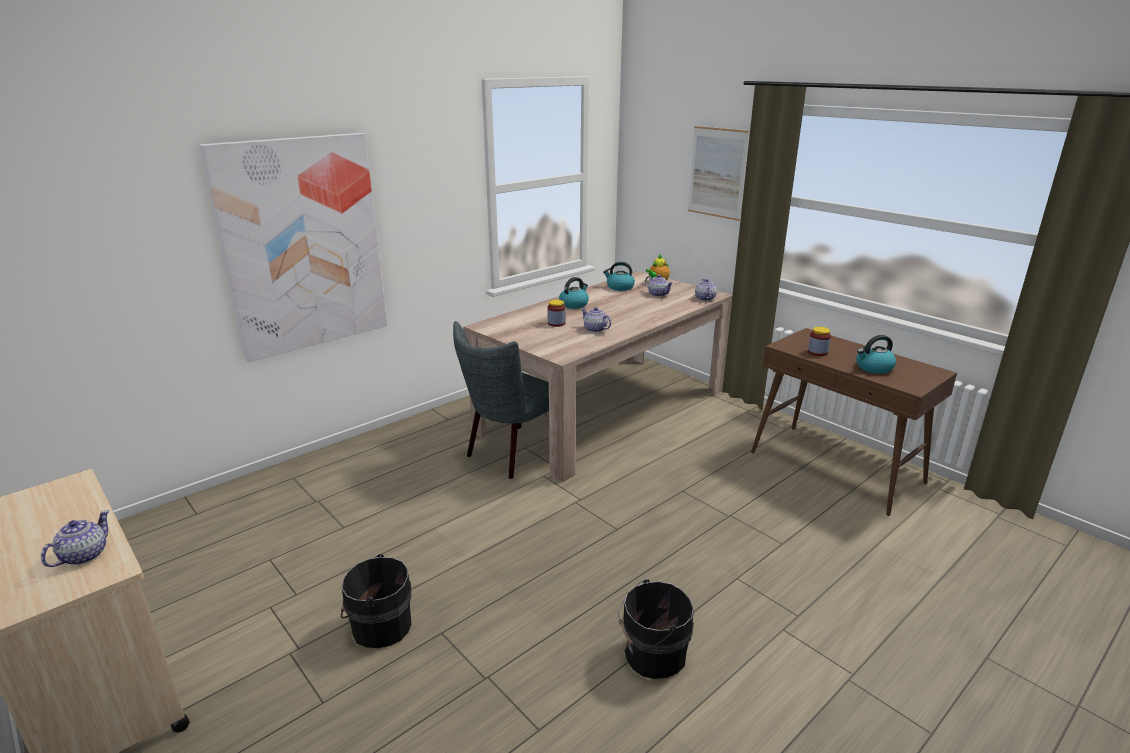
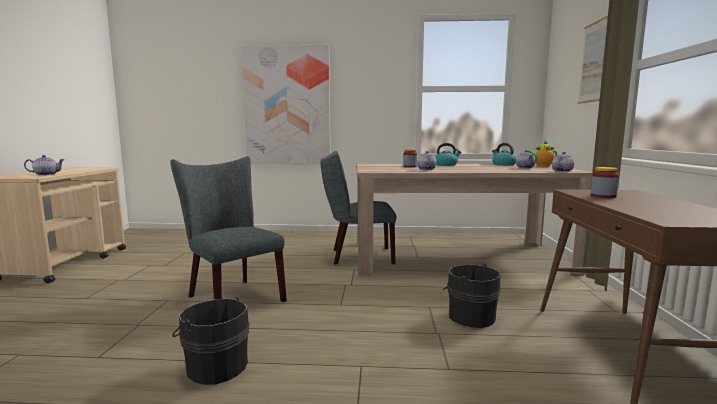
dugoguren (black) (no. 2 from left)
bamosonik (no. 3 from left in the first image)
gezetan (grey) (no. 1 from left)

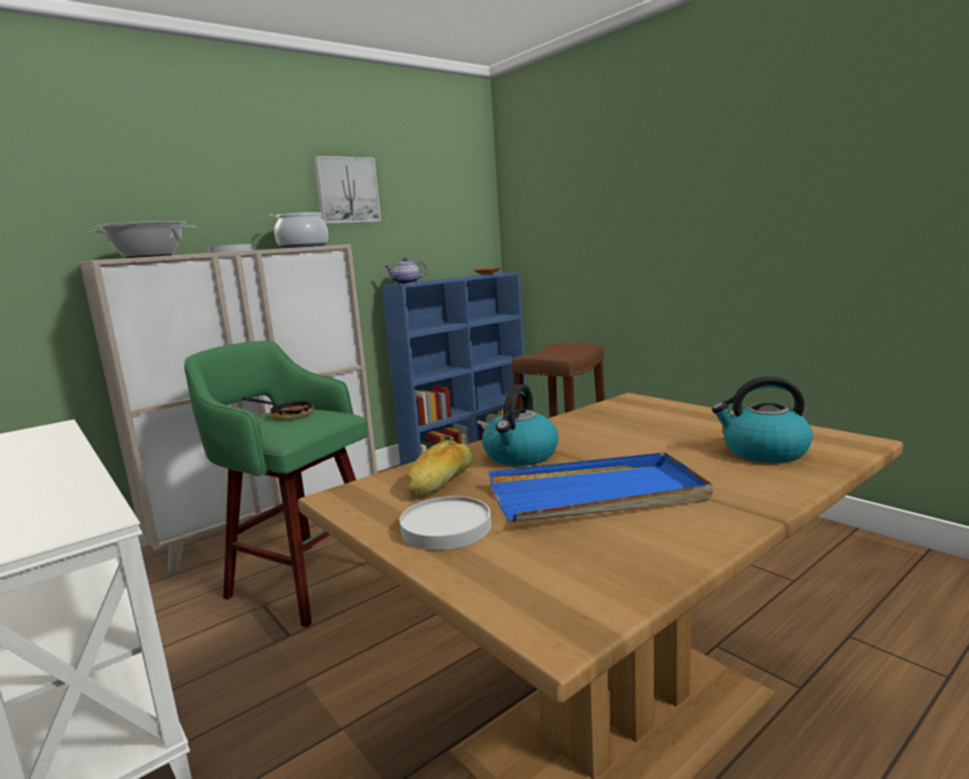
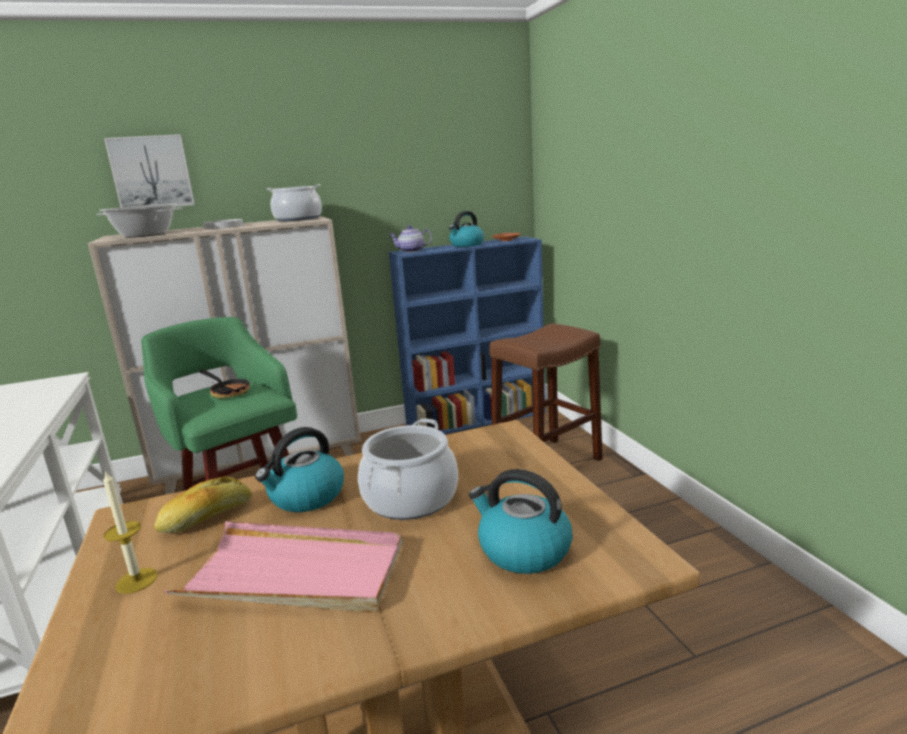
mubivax
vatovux
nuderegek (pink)
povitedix (no. 3 from left)
bamosonik (no. 2 from left)

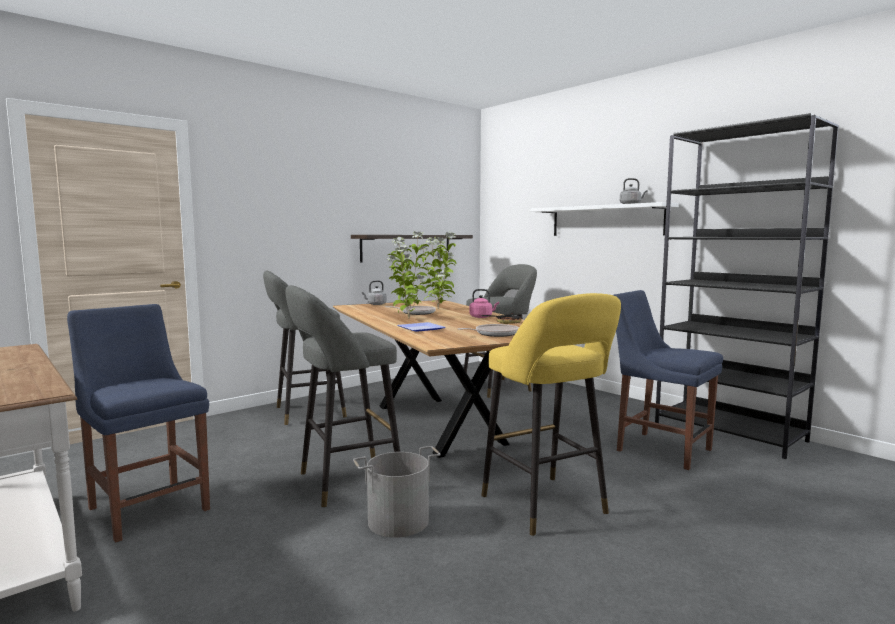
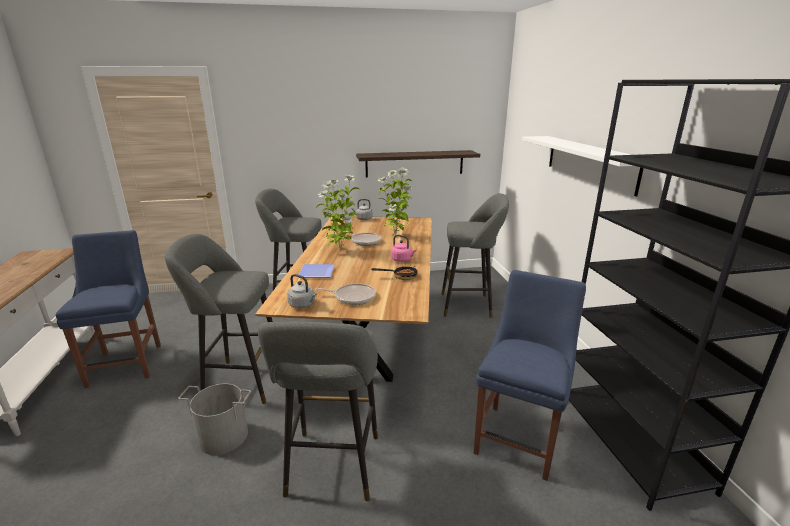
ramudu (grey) (no. 3 from left)
gezetan (blue) (no. 2 from left)
bamosonik (grey) (no. 1 from left)

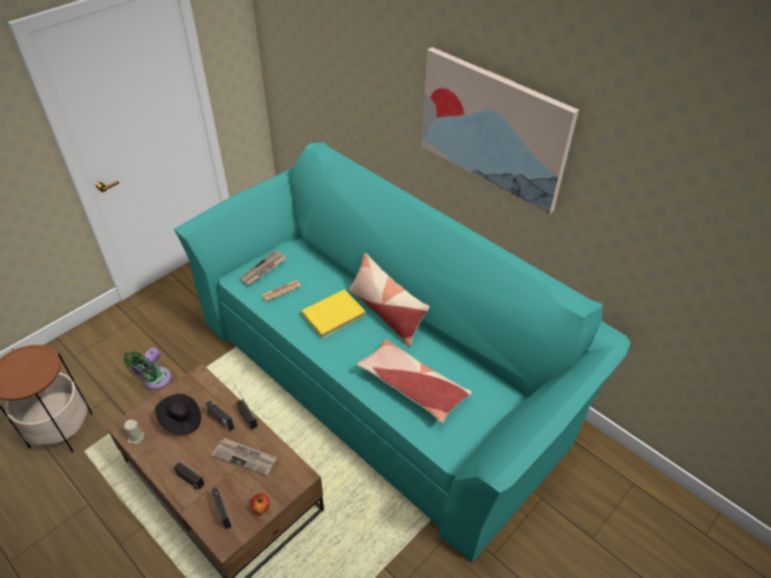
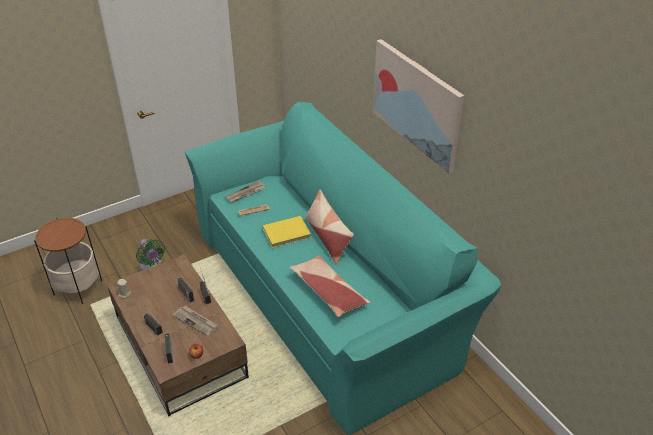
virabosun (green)
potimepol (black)

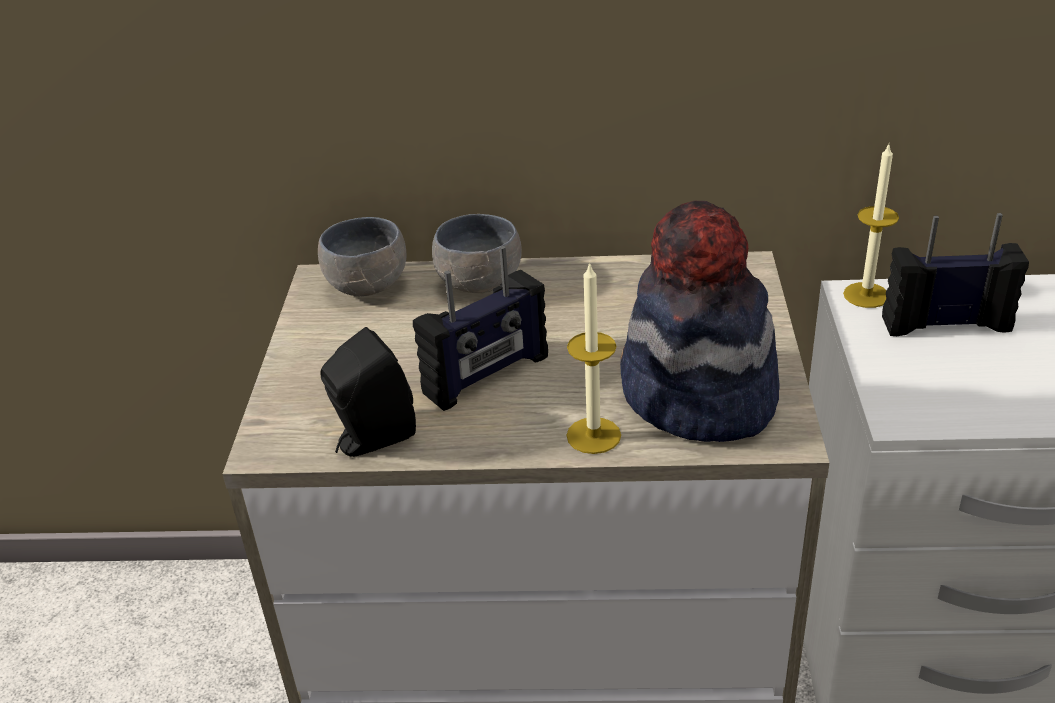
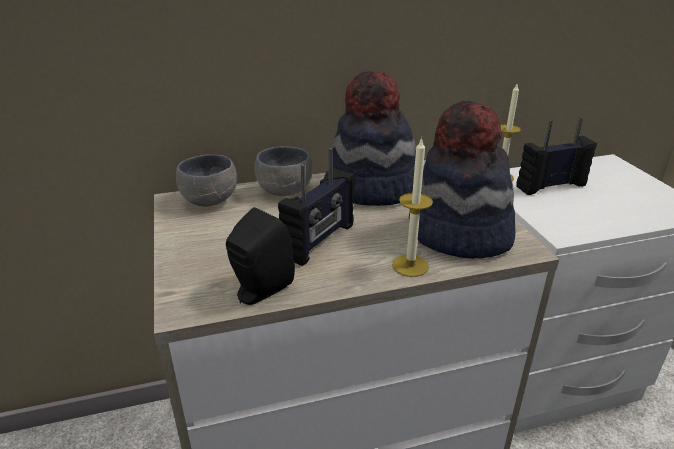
potimepol (no. 1 from left)

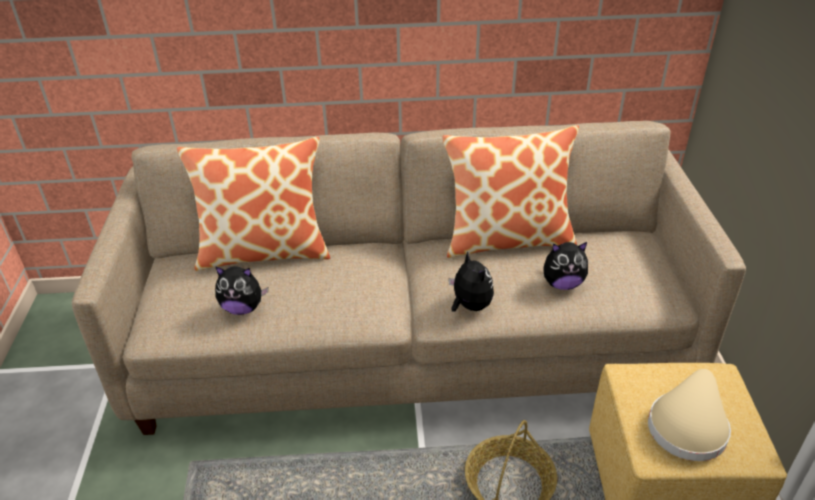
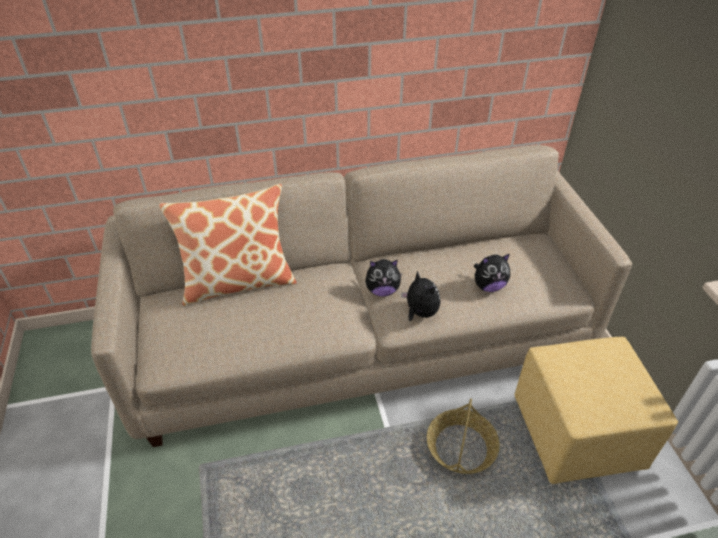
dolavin (no. 1 from left)
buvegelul (no. 2 from left in the first image)
potimepol (beige)

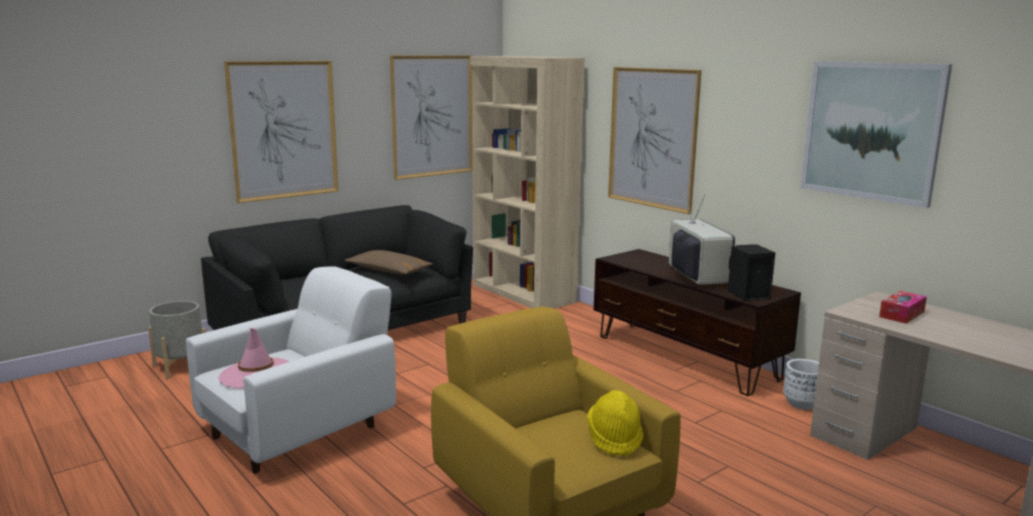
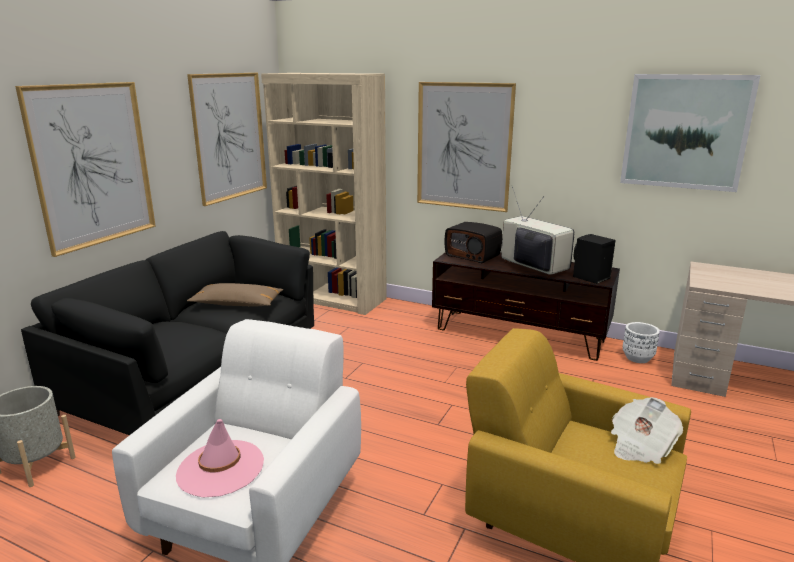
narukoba
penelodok
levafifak

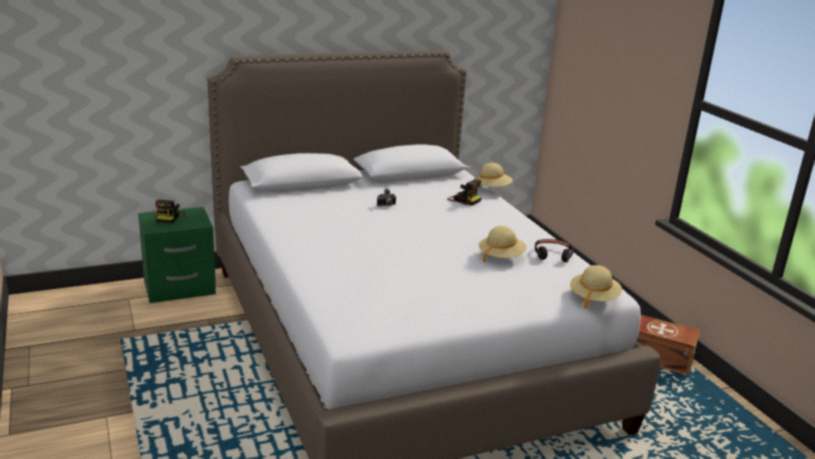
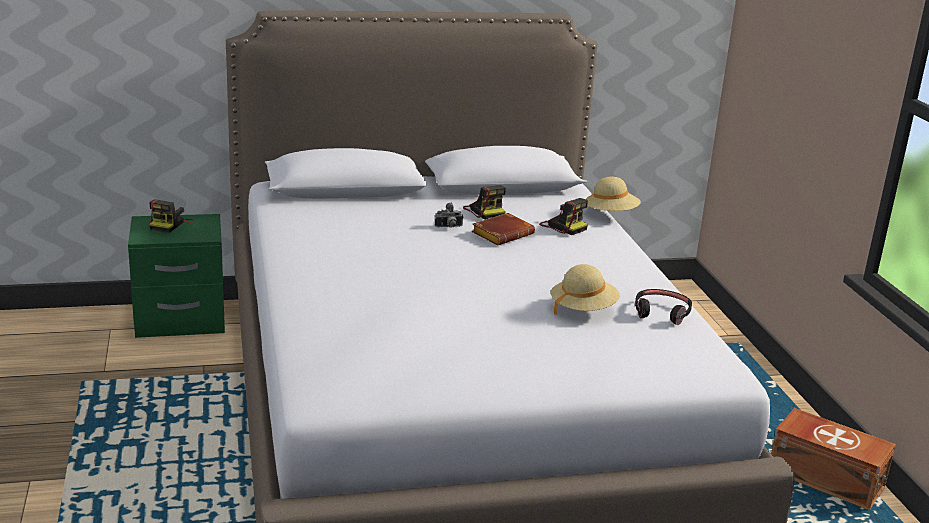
potimepol (beige) (no. 3 from left in the first image)
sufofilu (no. 3 from left)
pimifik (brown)

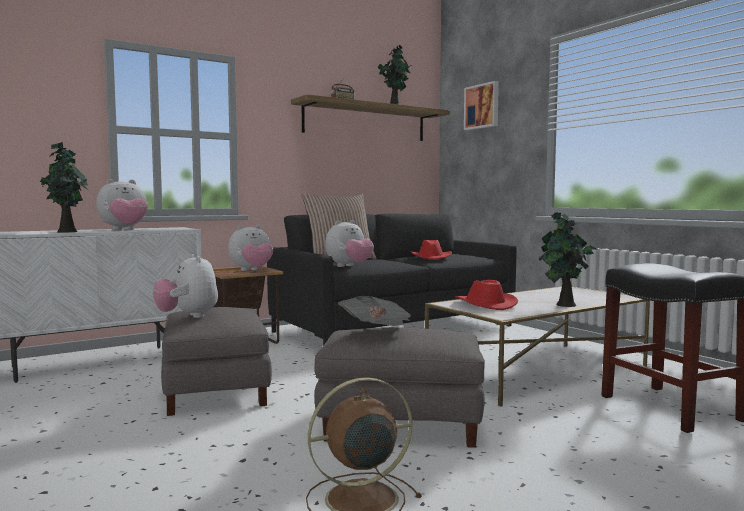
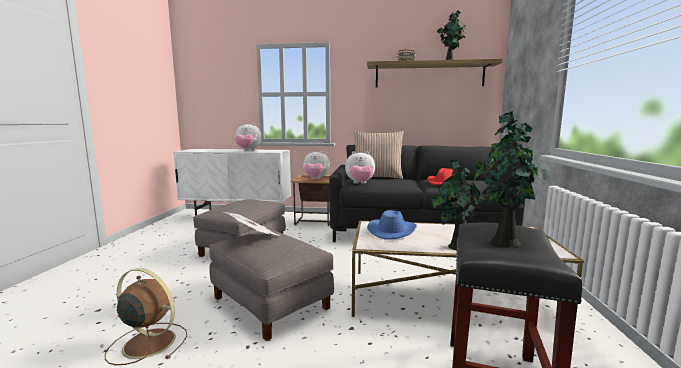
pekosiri (no. 3 from left)
dolavin (no. 2 from left in the first image)
potimepol (blue)
mubivax

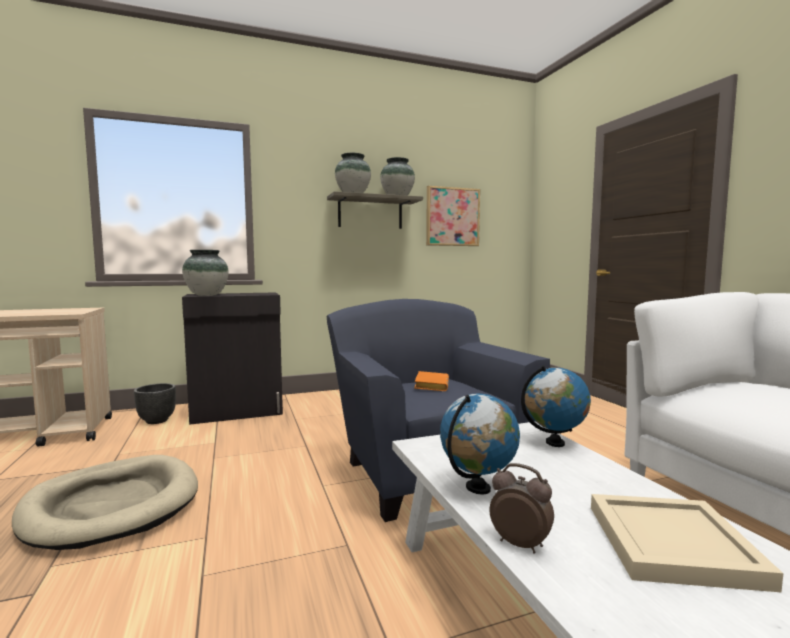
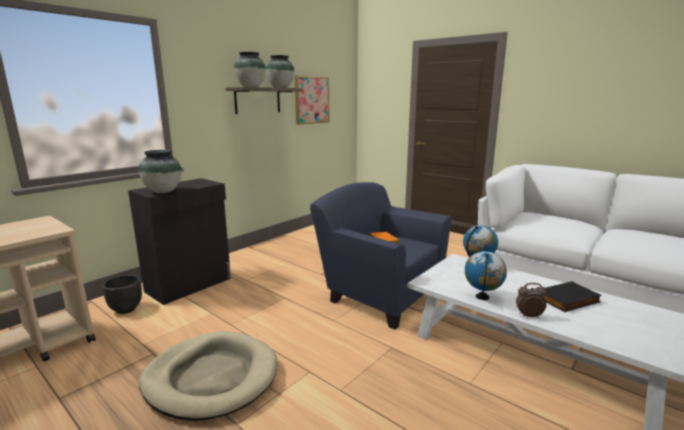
pimifik (black)

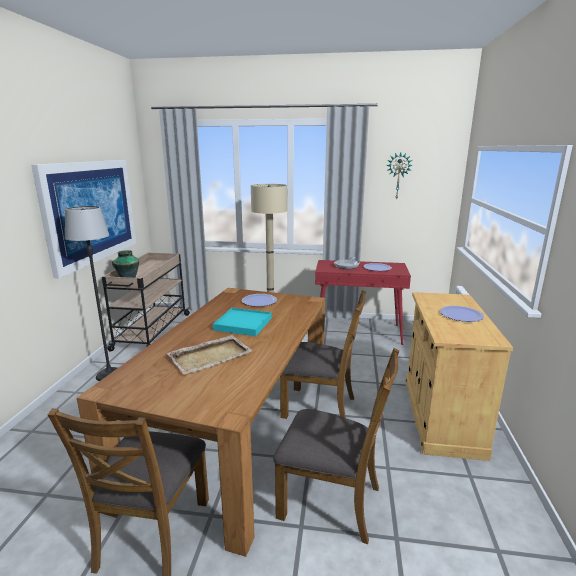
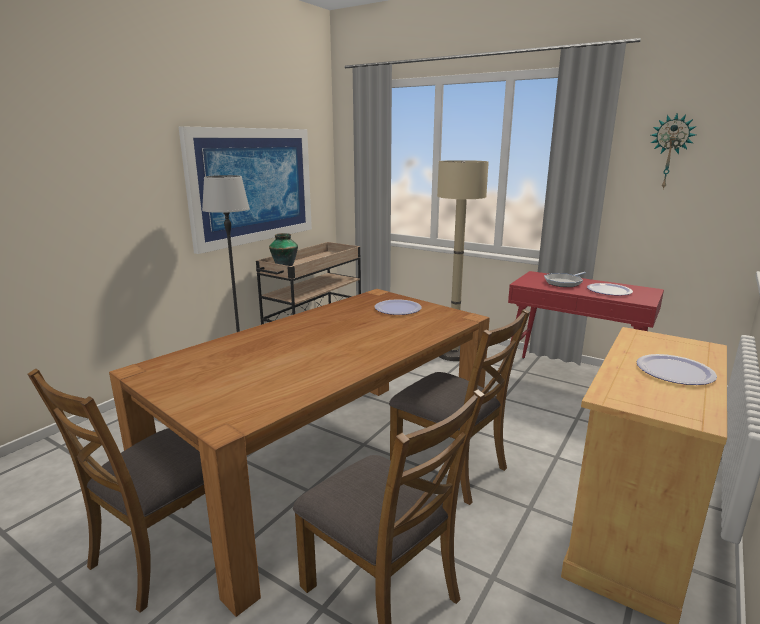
nuderegek (beige)
nuderegek (turquoise)

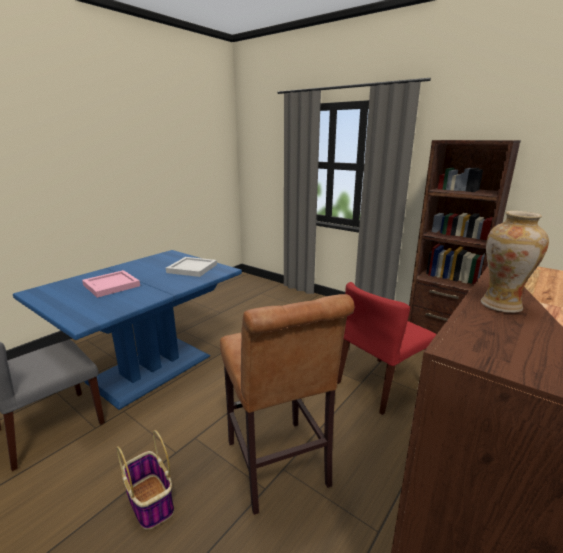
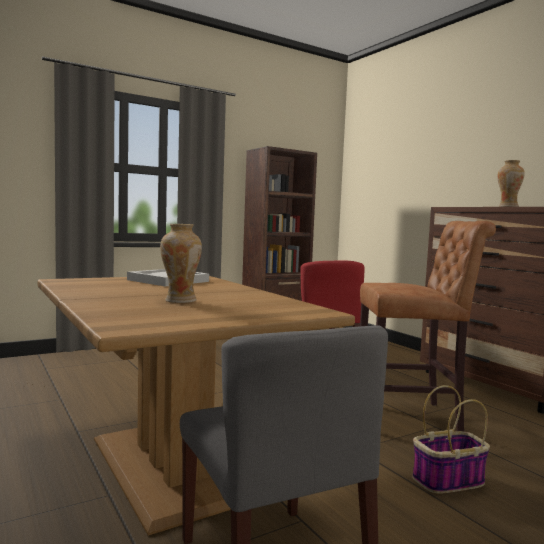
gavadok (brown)
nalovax (no. 1 from left)

